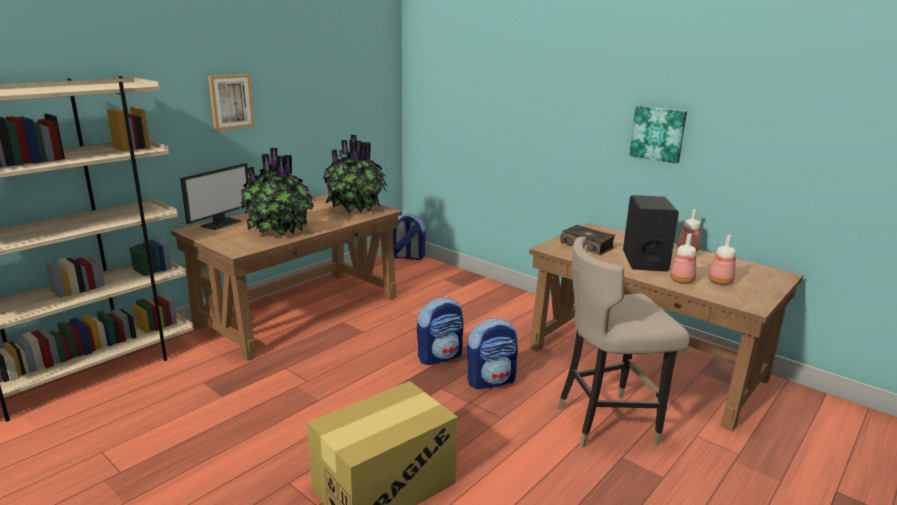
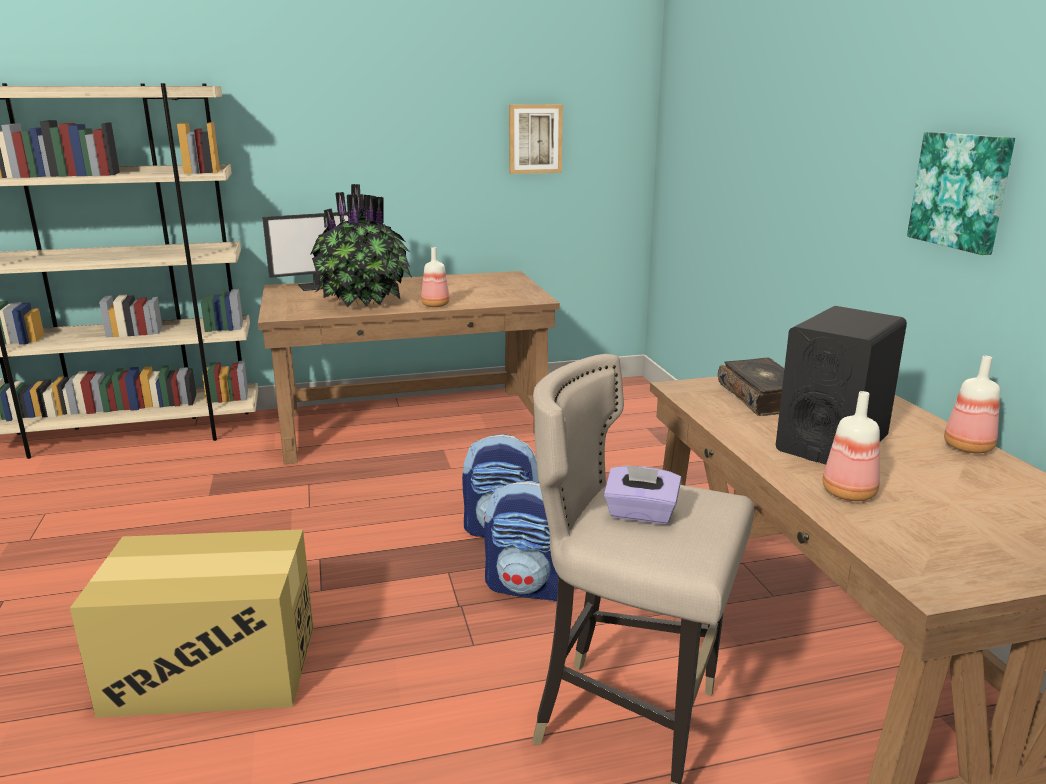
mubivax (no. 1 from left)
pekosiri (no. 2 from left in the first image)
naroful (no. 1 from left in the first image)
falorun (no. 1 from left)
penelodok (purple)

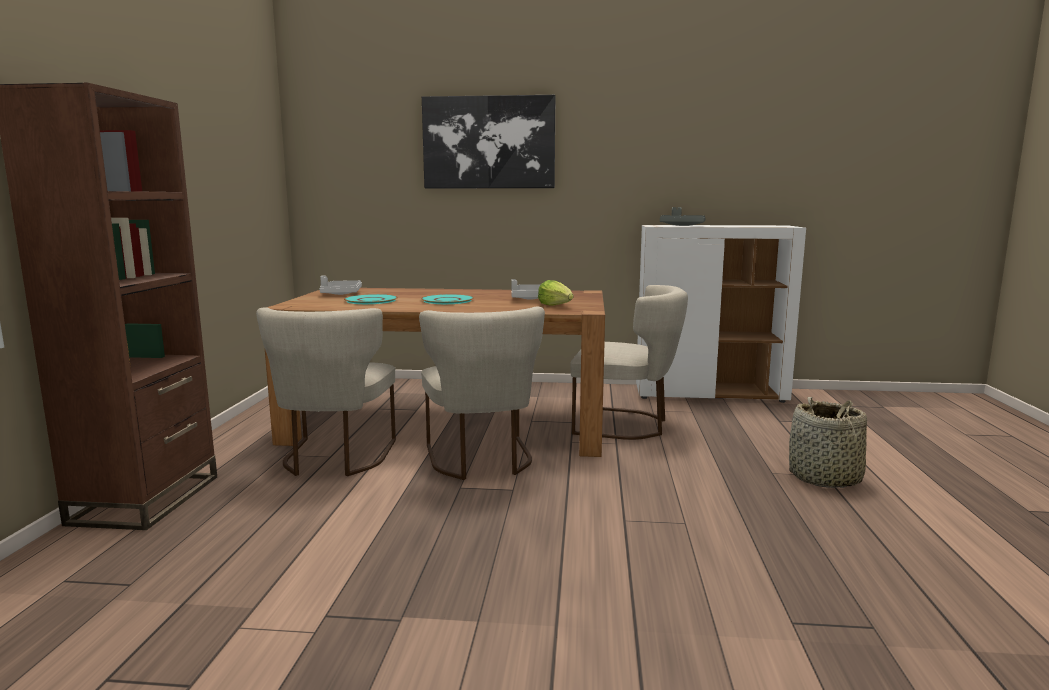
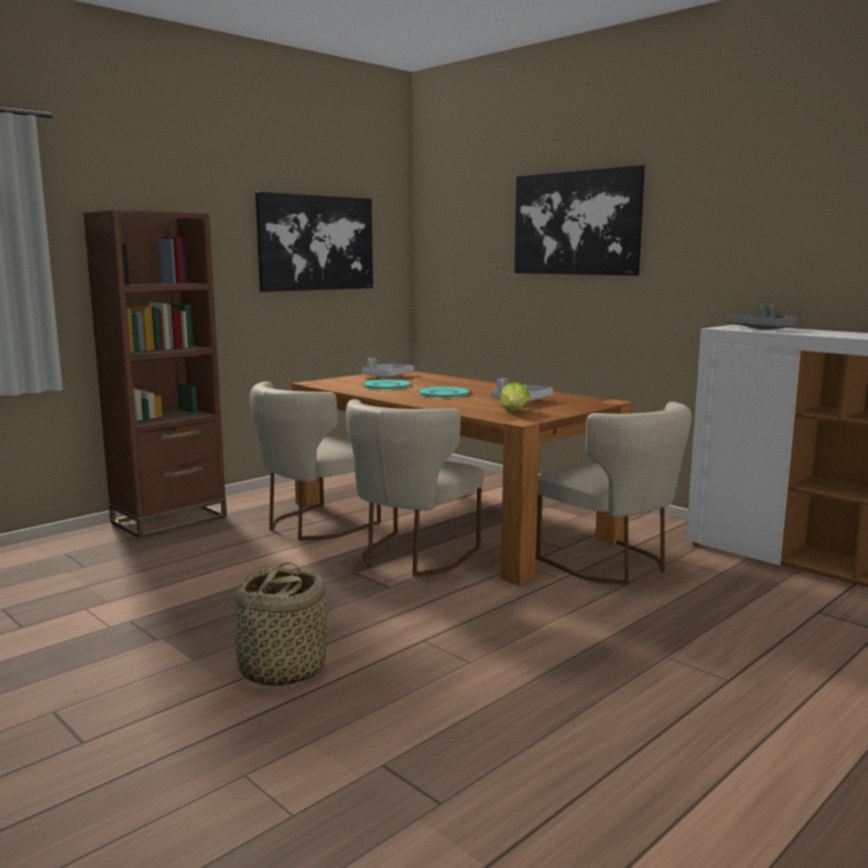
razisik
mubivax (no. 1 from left)

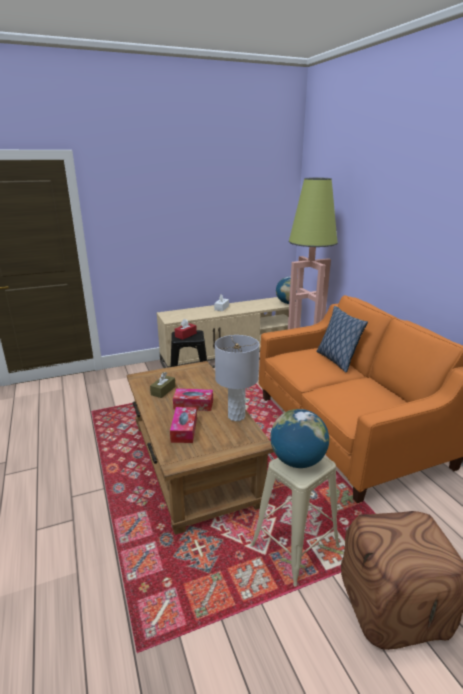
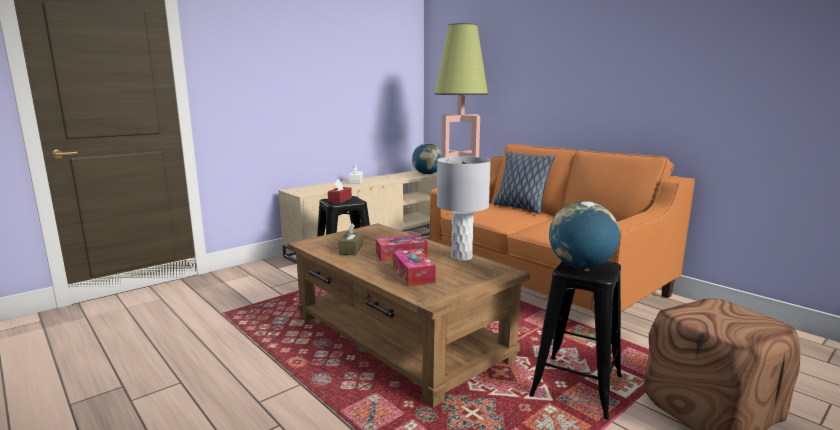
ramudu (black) (no. 2 from left)

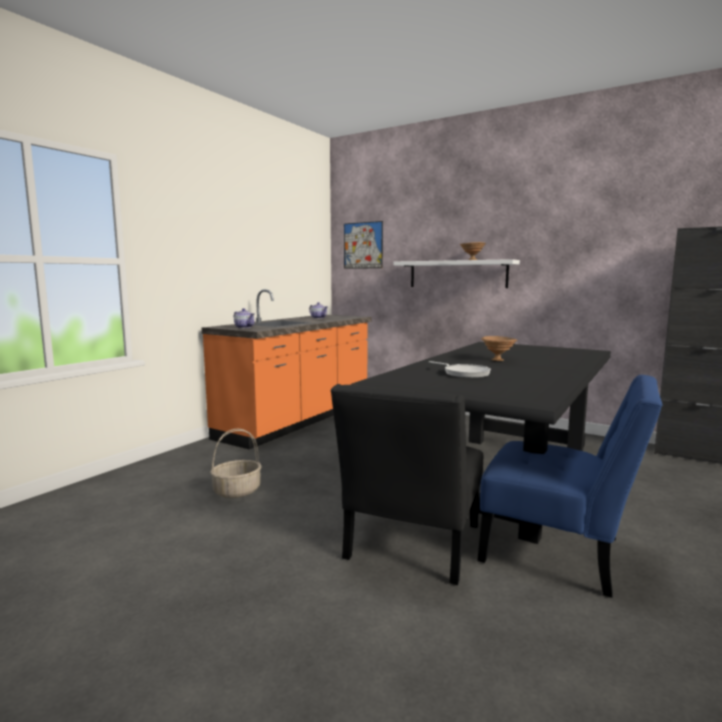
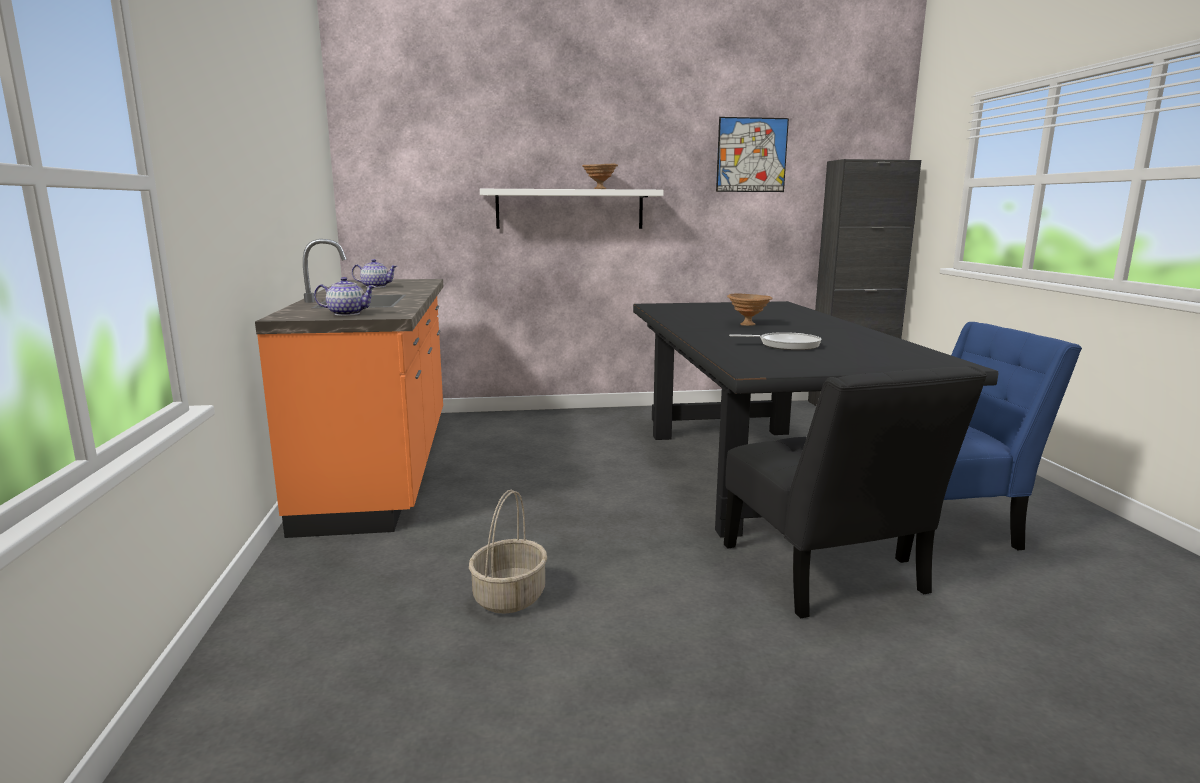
mubivax

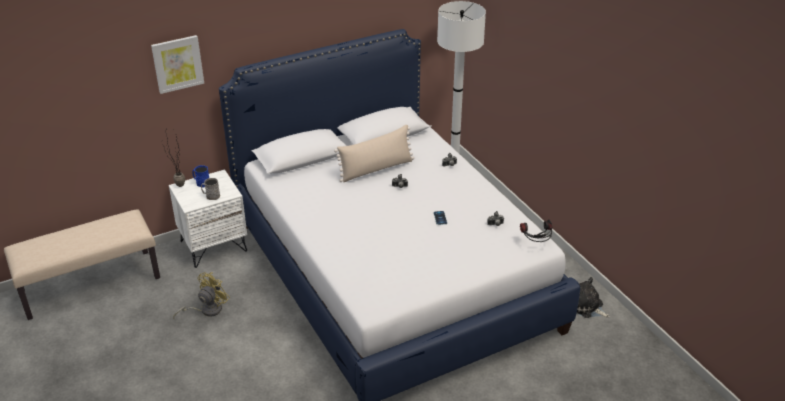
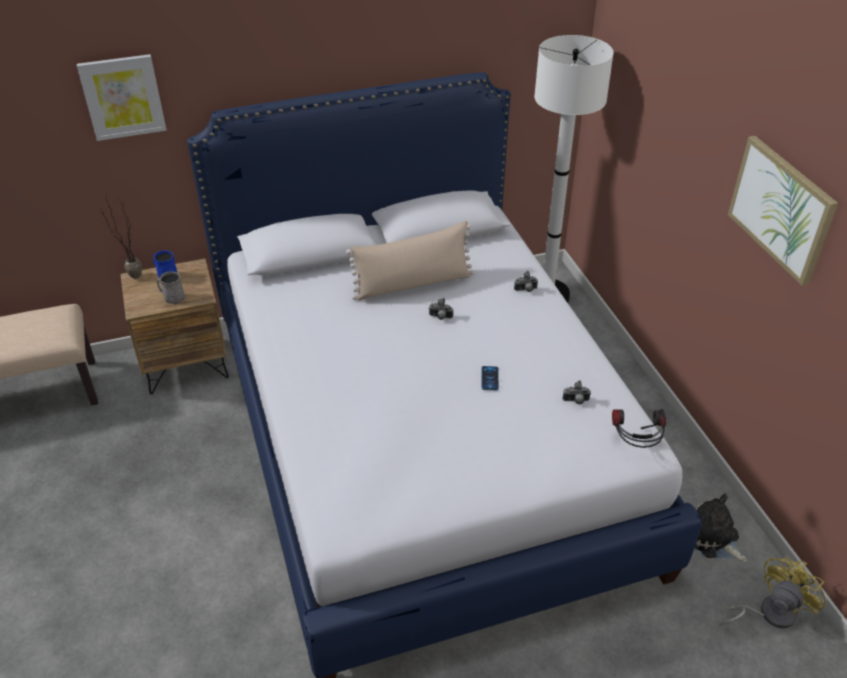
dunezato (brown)
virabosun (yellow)
mubivax (no. 2 from left)

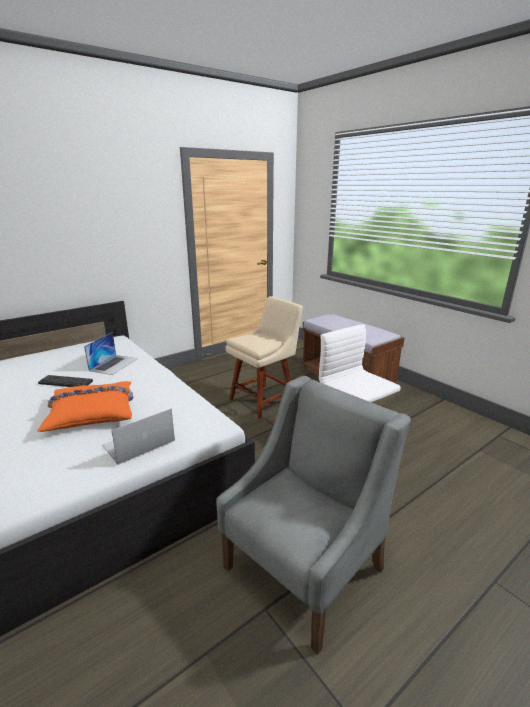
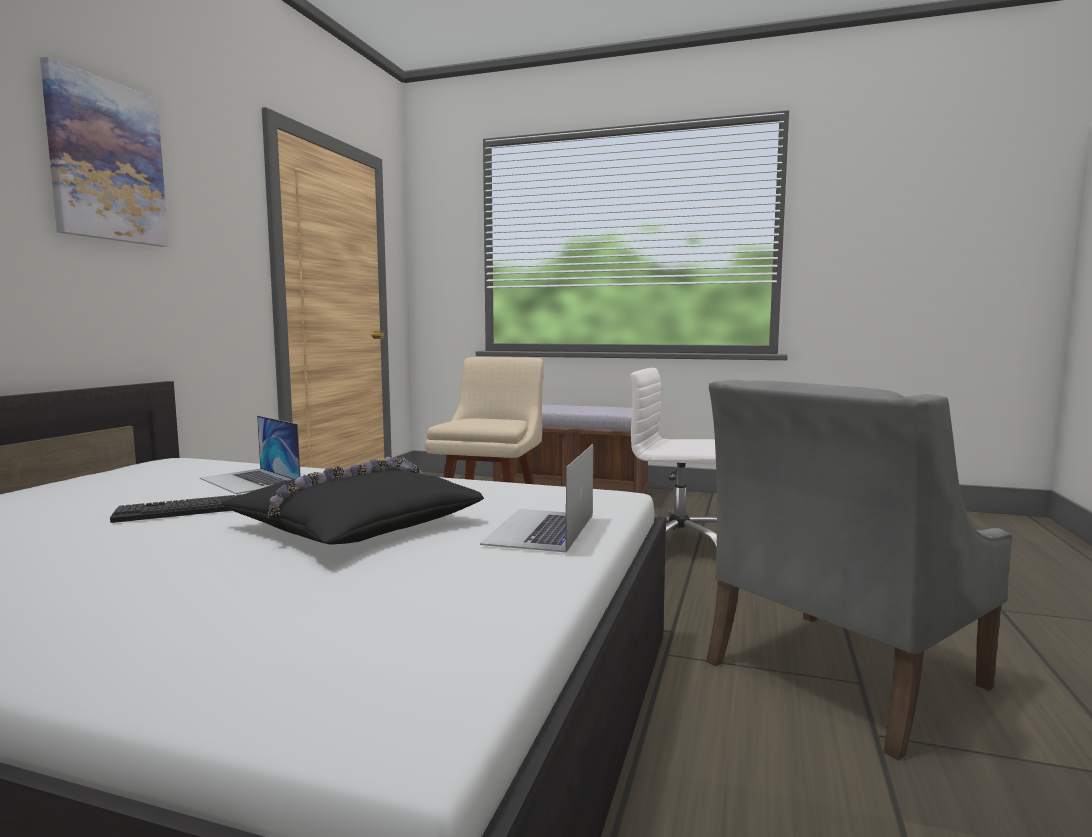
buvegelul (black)
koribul (no. 1 from left)
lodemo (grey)
mubivax

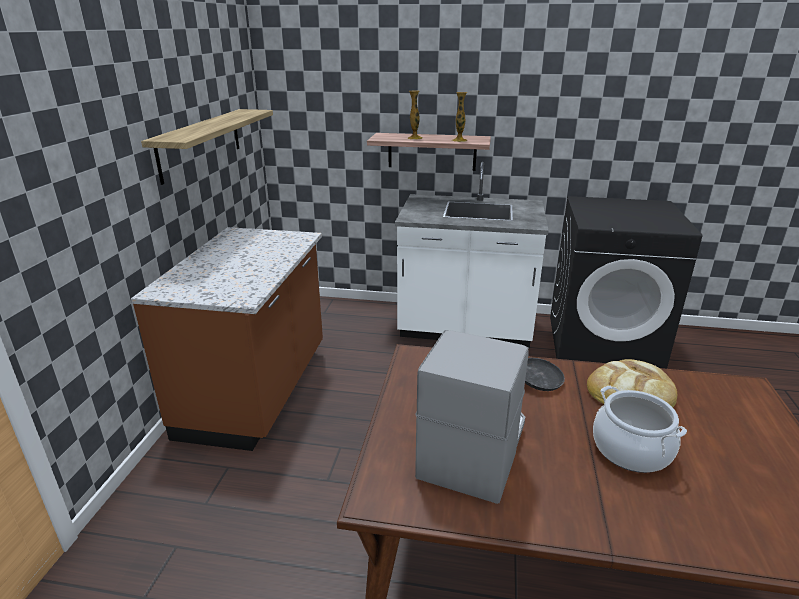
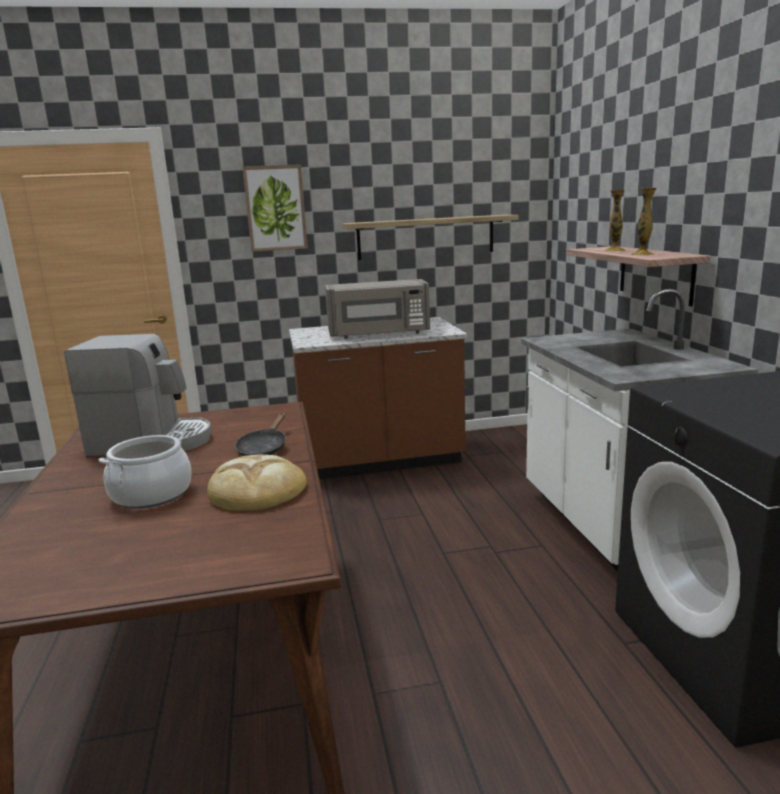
mubivax
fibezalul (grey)

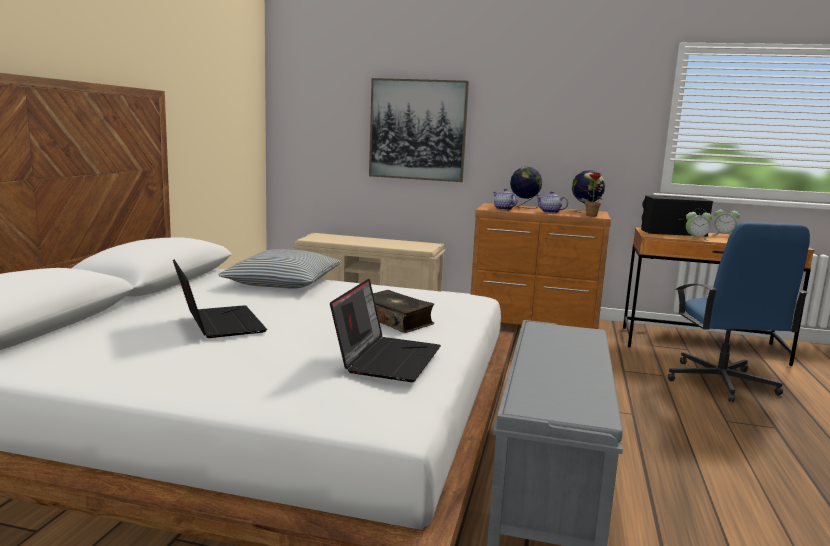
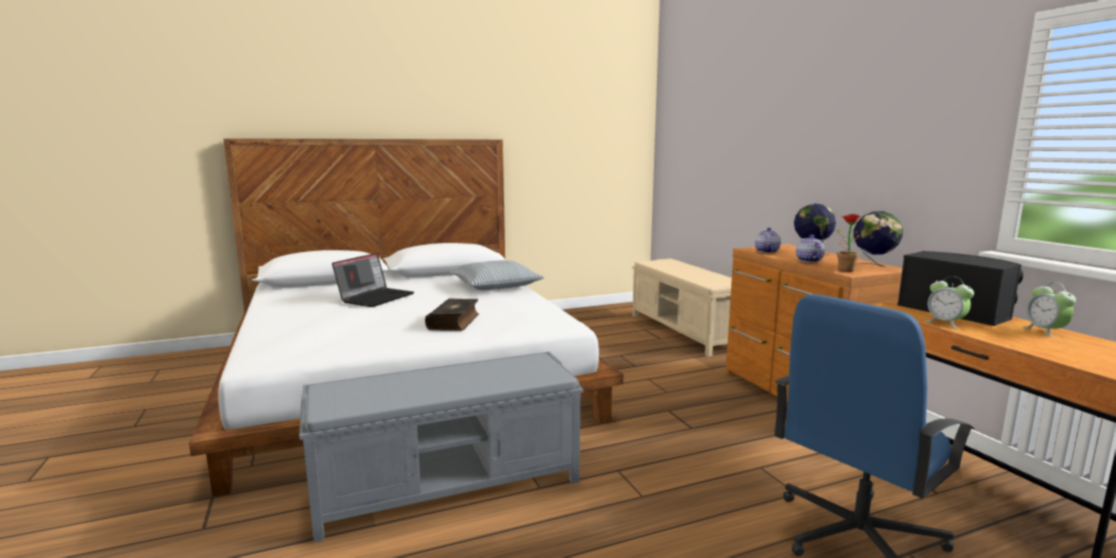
koribul (no. 2 from left in the first image)
mubivax

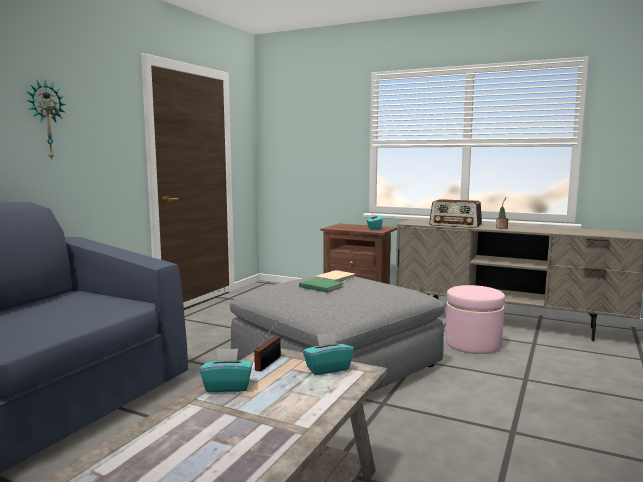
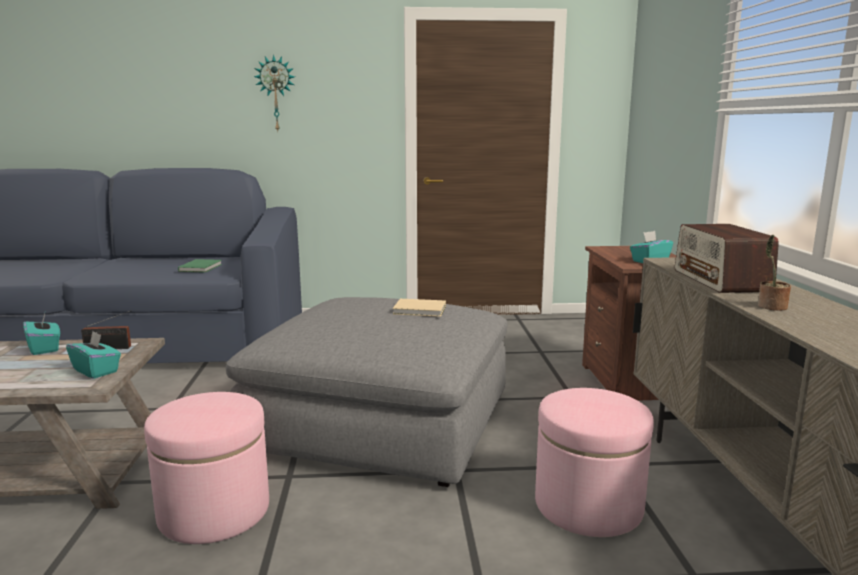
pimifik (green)
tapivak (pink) (no. 1 from left)

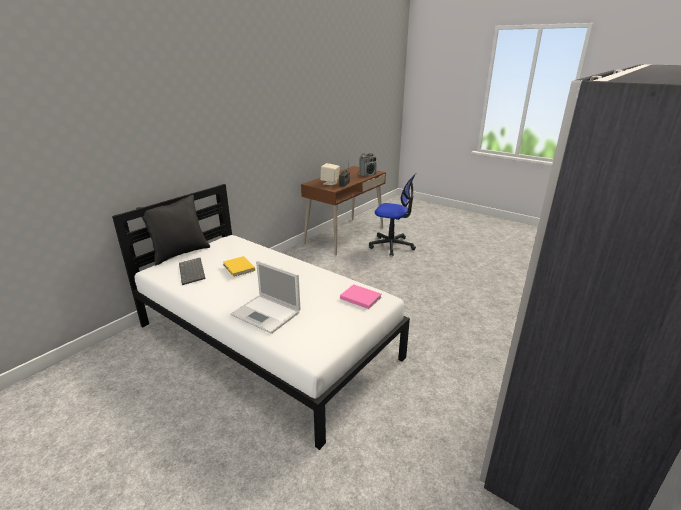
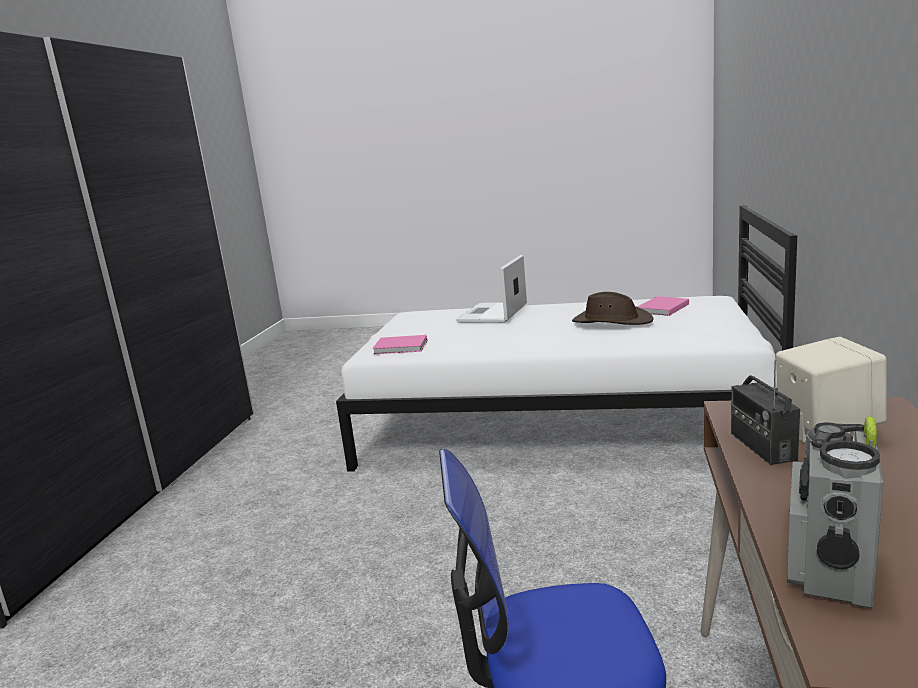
buvegelul (black)
pimifik (pink) (no. 2 from left)
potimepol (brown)
koribul

